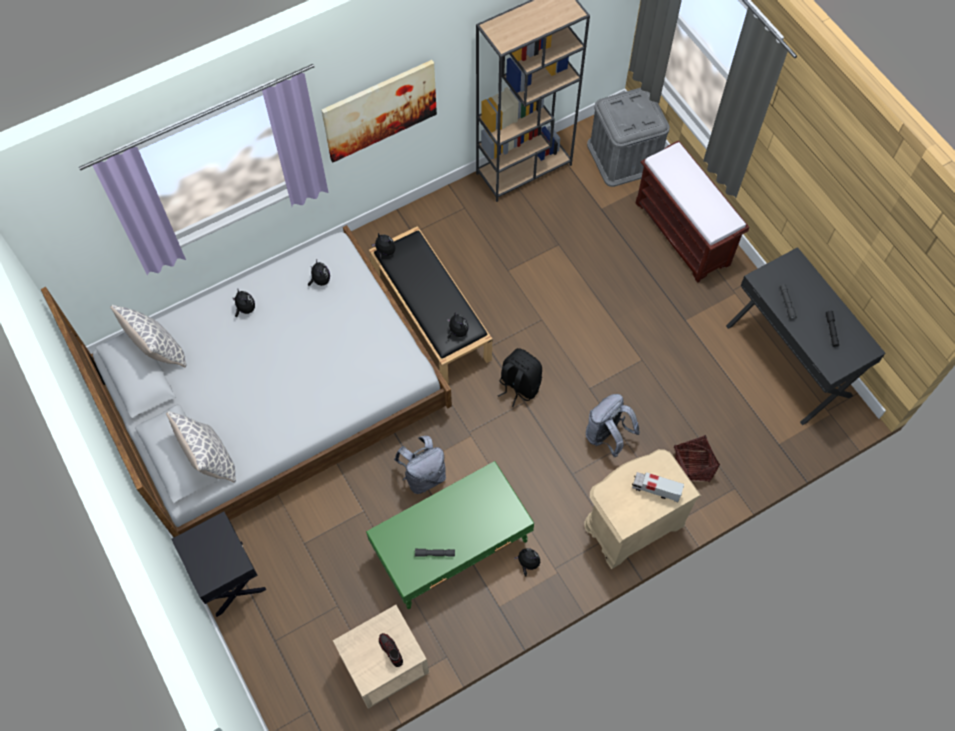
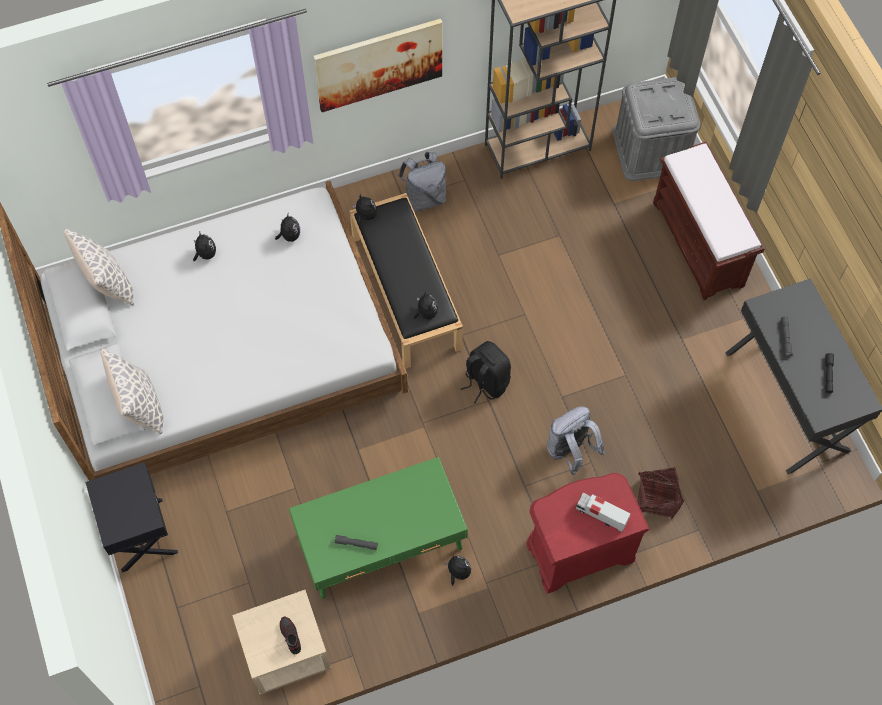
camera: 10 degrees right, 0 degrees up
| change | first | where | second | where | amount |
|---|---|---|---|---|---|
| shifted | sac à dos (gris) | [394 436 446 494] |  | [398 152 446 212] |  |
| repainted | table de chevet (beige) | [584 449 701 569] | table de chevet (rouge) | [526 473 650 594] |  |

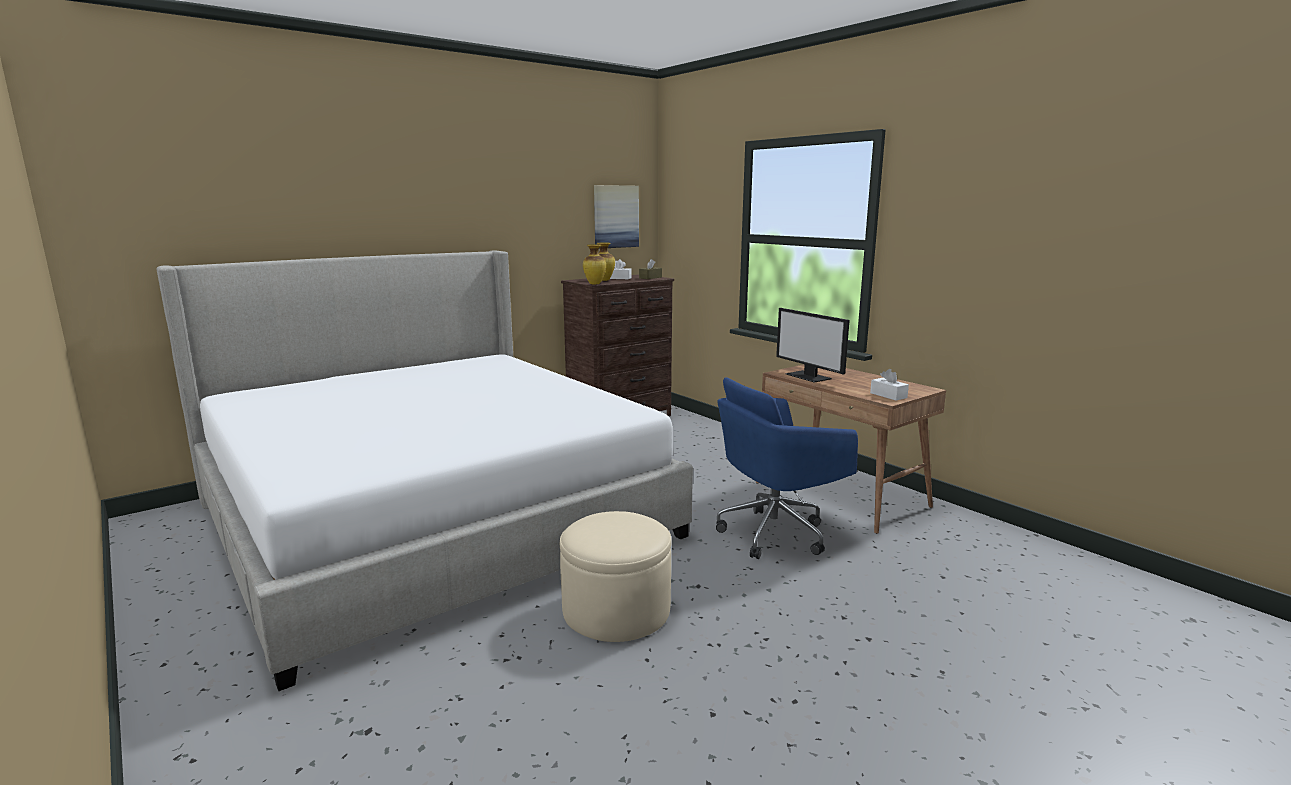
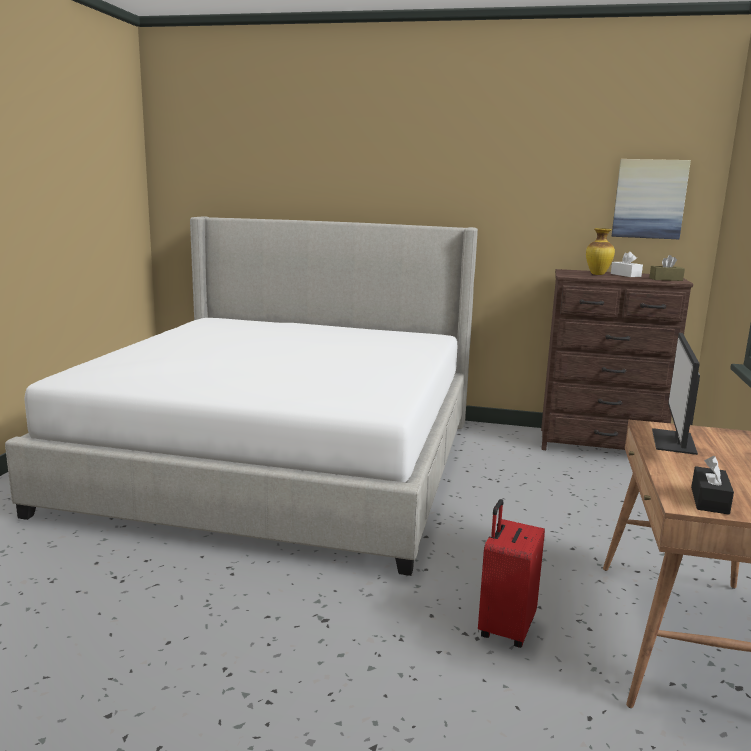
camera: 50 degrees right, 0 degrees up
| change | first | where | second | where | amount |
|---|---|---|---|---|---|
| gone | vase | [583 244 606 284] |  |  |  |
| repainted | boîte à mouchoirs (blanc) | [870 369 909 401] | boîte à mouchoirs (noir) | [691 456 734 515] |  |
| swapped | chaise de bureau (bleu) | [716 377 858 559] | valise (rouge) | [478 499 545 648] |  |
| gone | pouf (beige) | [560 511 672 642] |  |  |  |

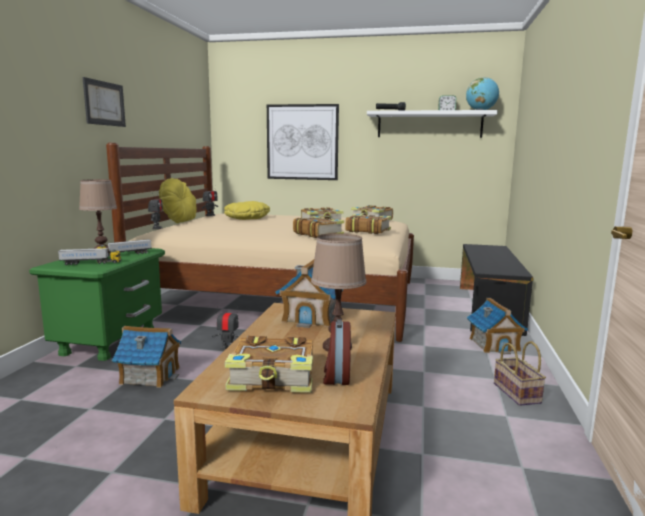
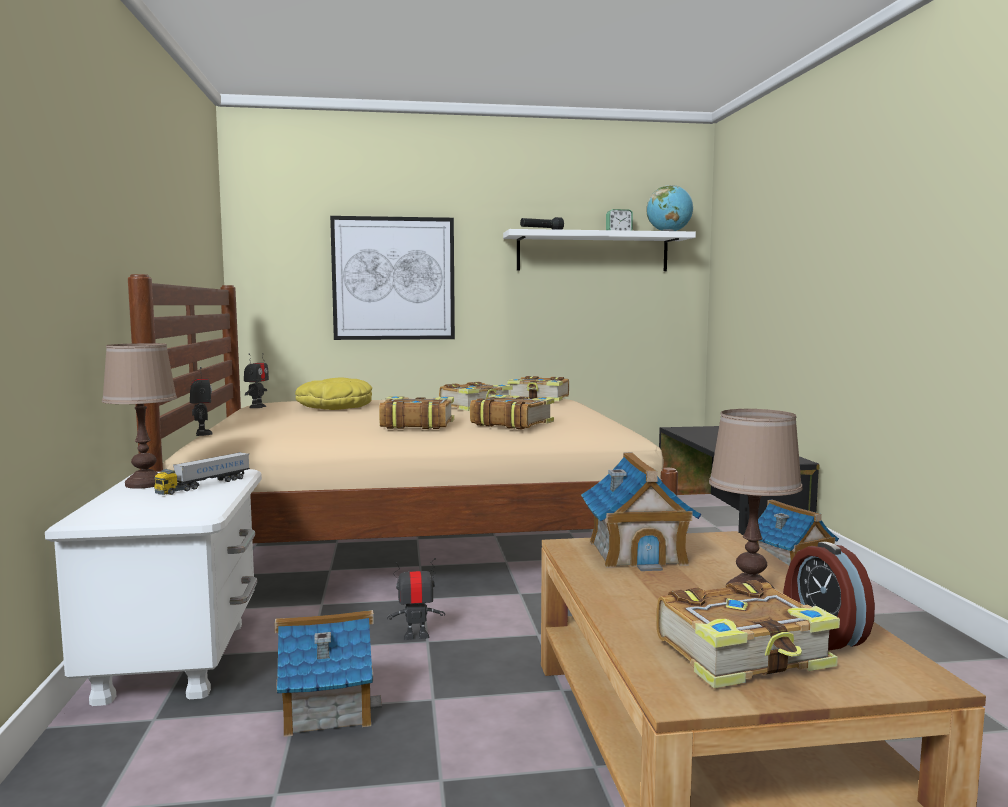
camera: 20 degrees left, 5 degrees down
| change | first | where | second | where | amount |
|---|---|---|---|---|---|
| gone | tableau | [83 77 126 127] |  |  |  |
| gone | coussin (jaune) | [159 178 197 223] |  |  |  |
| shifted | livre | [345 214 391 234] |  | [379 396 454 429] |  |
| repainted | table de chevet (vert) | [29 248 165 361] | table de chevet (blanc) | [45 469 262 706] |  |
| gone | camion jouet | [58 248 121 265] |  |  |  |
| gone | panier | [494 341 546 406] |  |  |  |

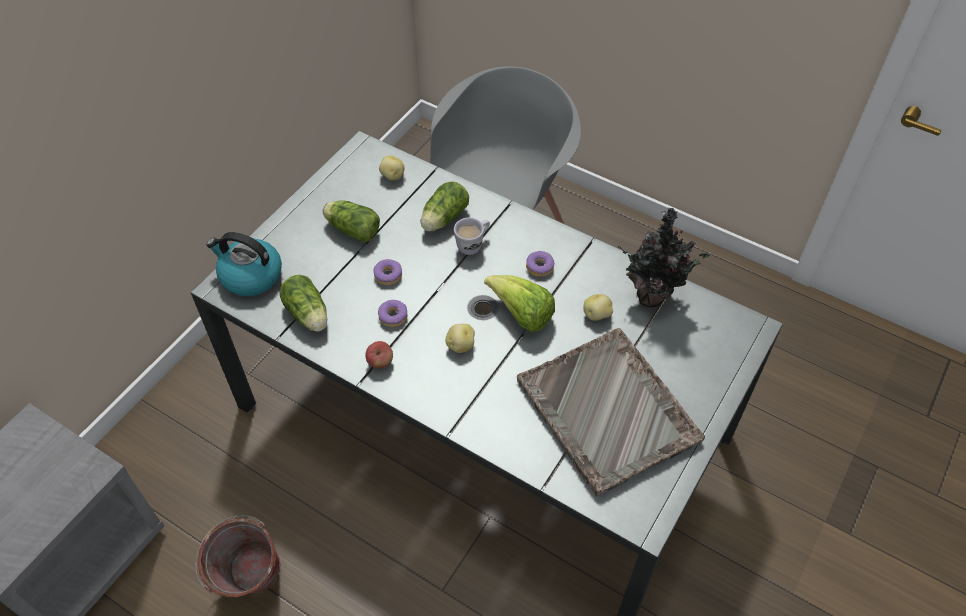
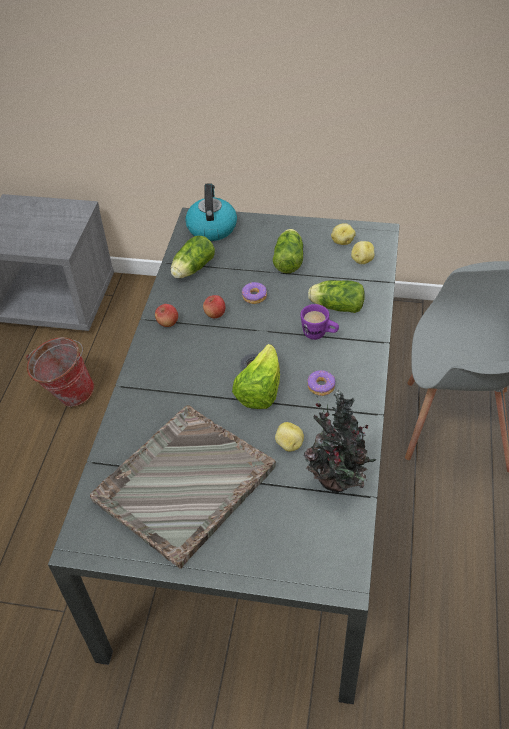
camera: 70 degrees right, 5 degrees down
| change | first | where | second | where | amount |
|---|---|---|---|---|---|
| repainted | mug (blanc) | [454 218 490 255] | mug (violet) | [300 304 339 340] |  |
| swapped | beignet | [378 300 408 327] | pomme | [203 295 226 318] |  |
| shifted | pomme de terre | [445 324 475 353] |  | [331 223 356 245] |  |

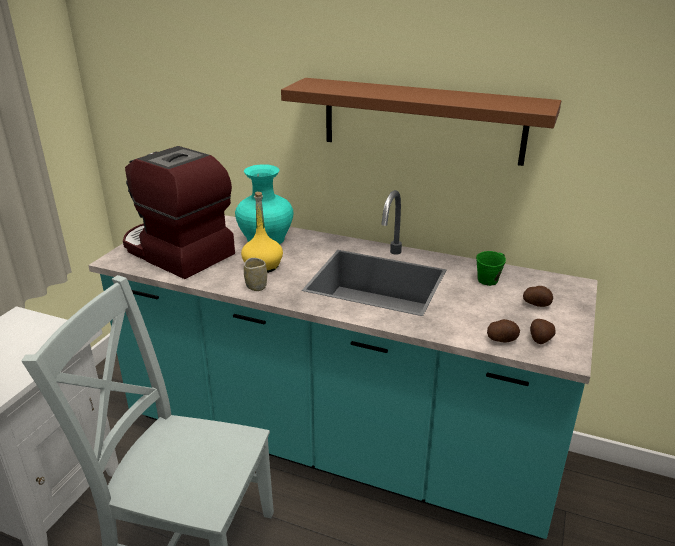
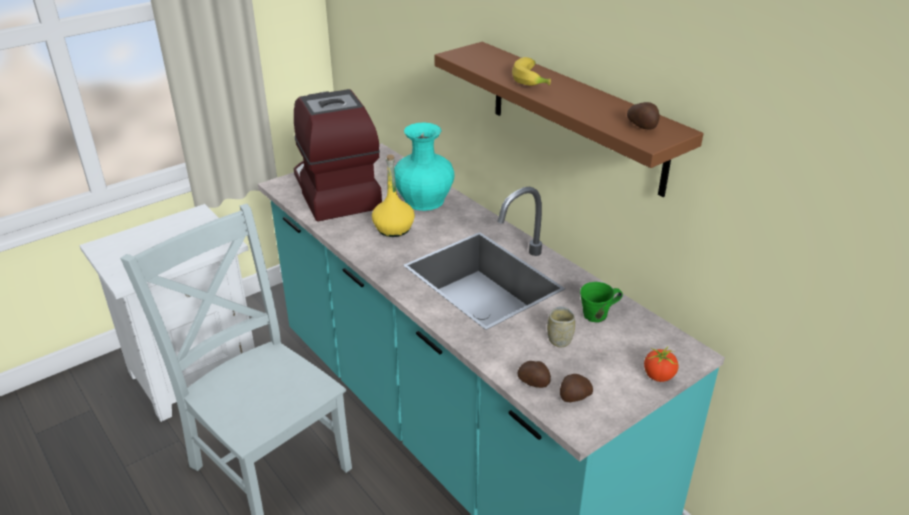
camera: 30 degrees right, 5 degrees up
| change | first | where | second | where | amount |
|---|---|---|---|---|---|
| shifted | tasse | [244 258 267 291] |  | [547 306 575 347] |  |
| shifted | pomme de terre | [523 286 553 307] |  | [627 102 660 130] |  |
| new |  |  | banane | [512 57 551 86] |  |
| new |  |  | tomate | [644 347 678 382] |  |

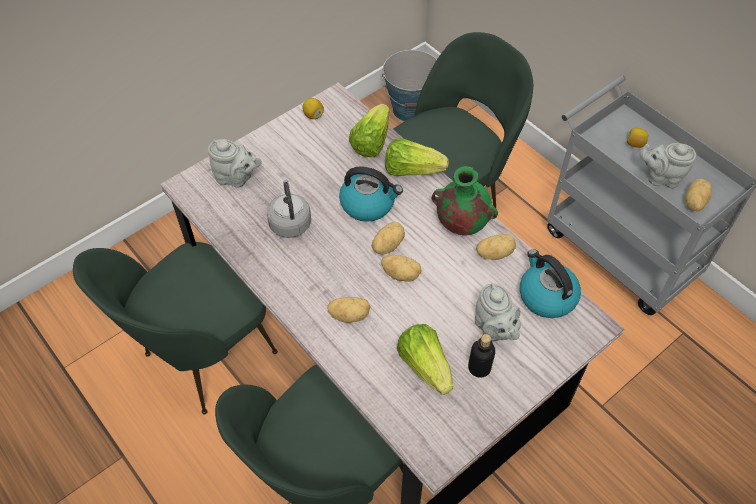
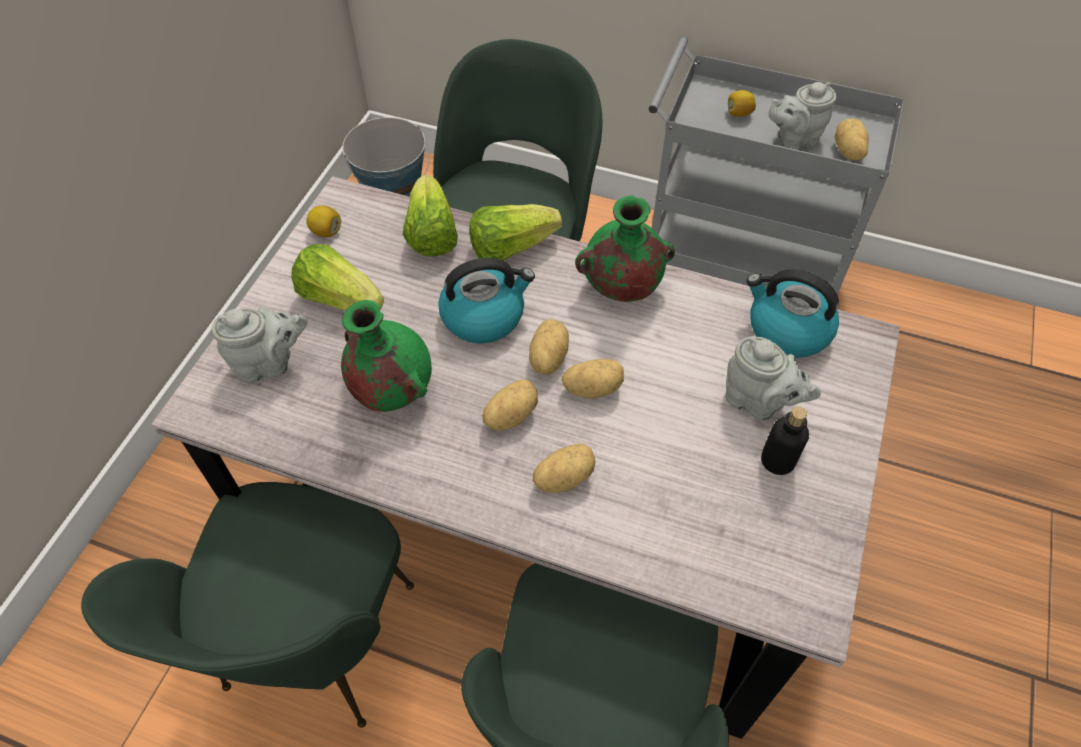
camera: 30 degrees left, 0 degrees up
| change | first | where | second | where | amount |
|---|---|---|---|---|---|
| swapped | bouilloire (gris) | [267 180 311 238] | vase (vert) | [341 300 432 412] |  |
| shifted | pomme de terre | [476 234 516 260] |  | [482 379 538 431] |  |
| shifted | laitue | [397 324 453 395] |  | [291 244 384 311] |  |

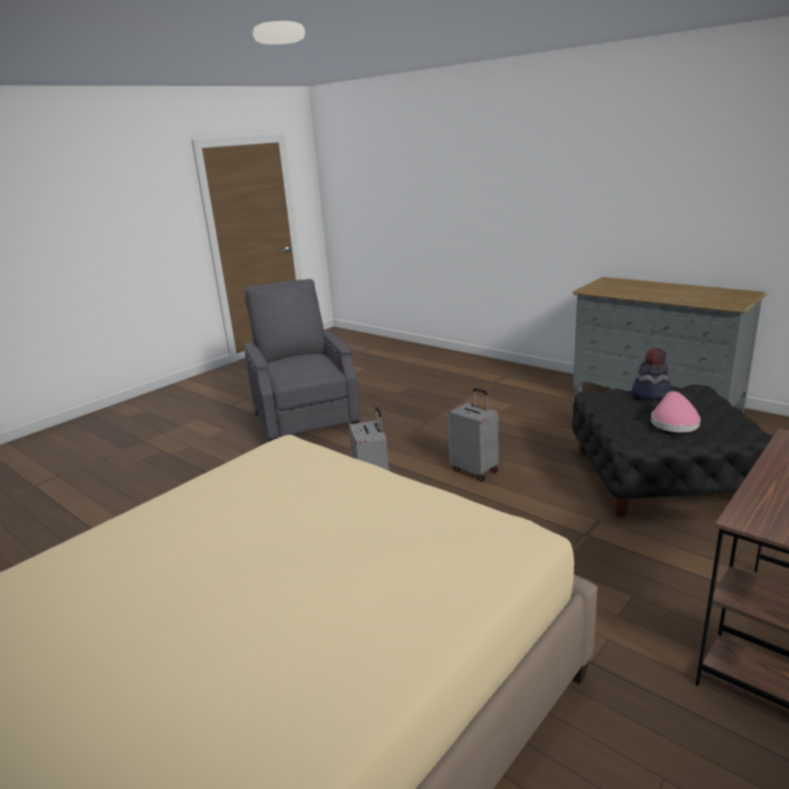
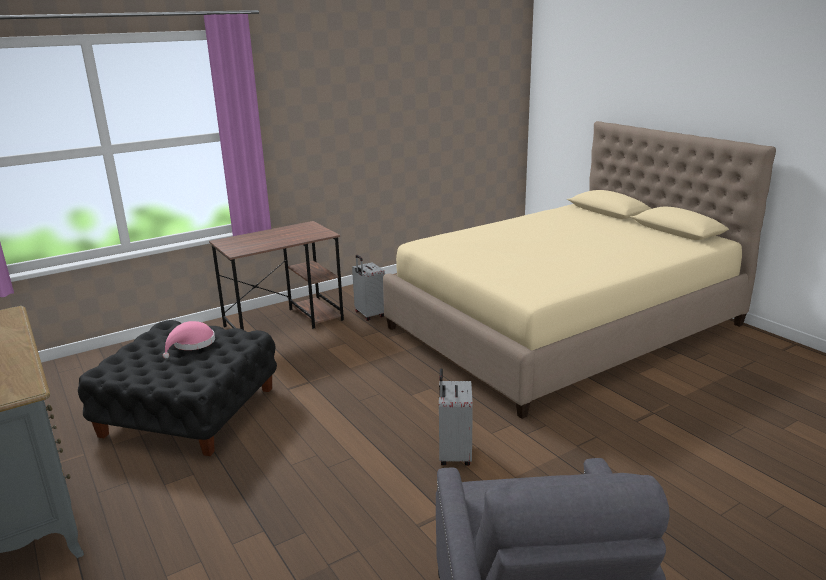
camera: 165 degrees left, 0 degrees up
| change | first | where | second | where | amount |
|---|---|---|---|---|---|
| gone | chapeau | [632 348 671 400] |  |  |  |
| shifted | valise (gris) | [448 388 498 481] |  | [352 255 385 321] |  |

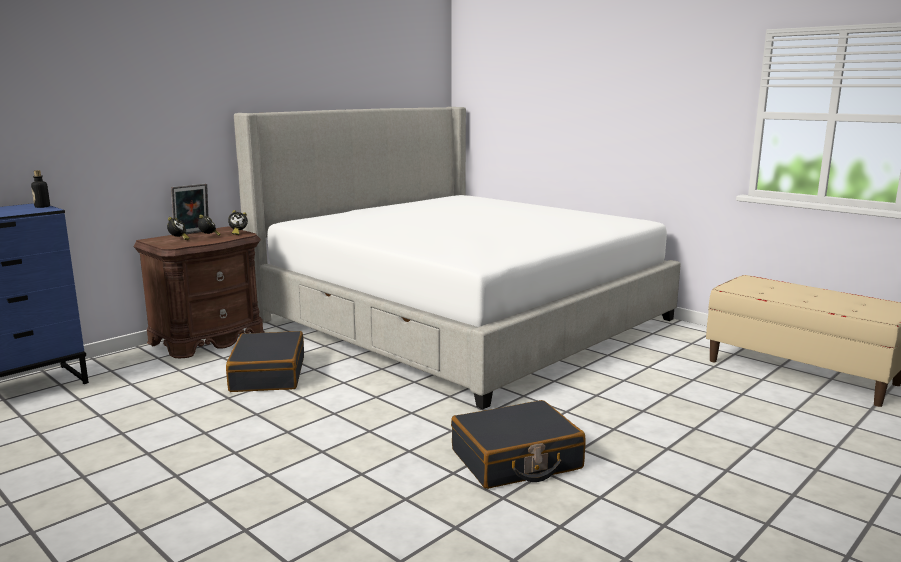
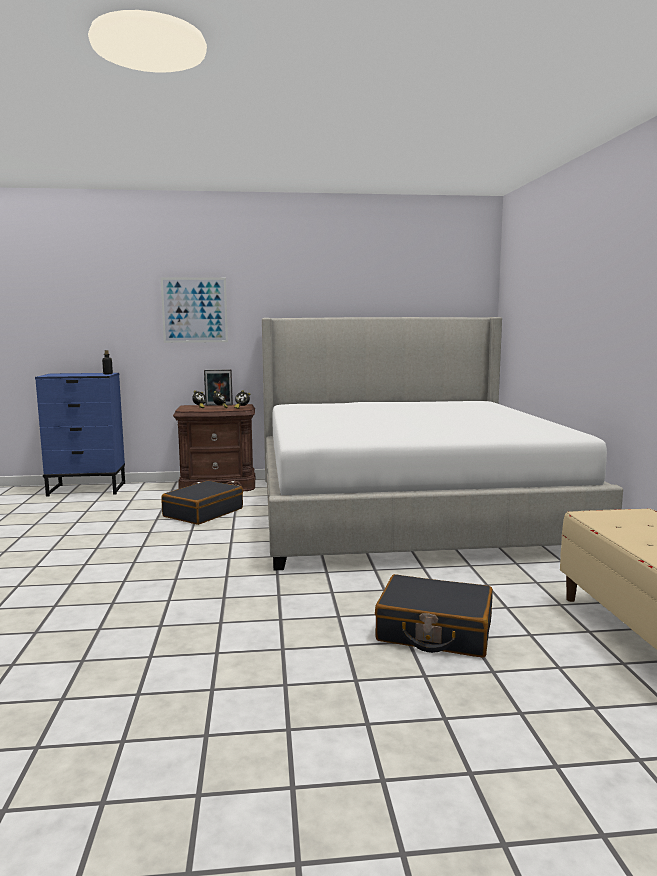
camera: 40 degrees right, 5 degrees down
| change | first | where | second | where | amount |
|---|---|---|---|---|---|
| shifted | valise (noir) | [451 400 585 489] |  | [375 574 493 658] |  |
| new |  |  | tableau | [161 277 228 343] |  |

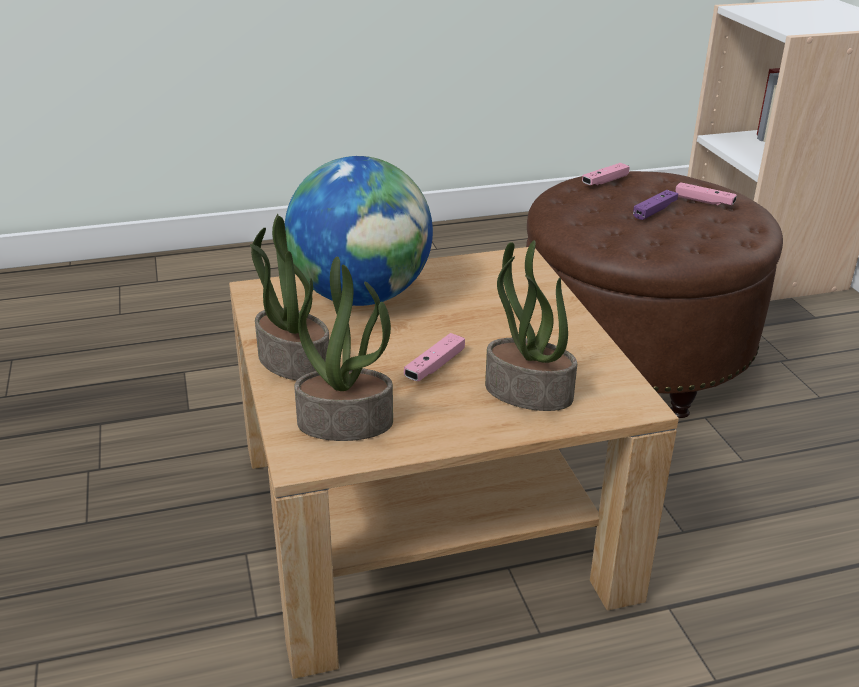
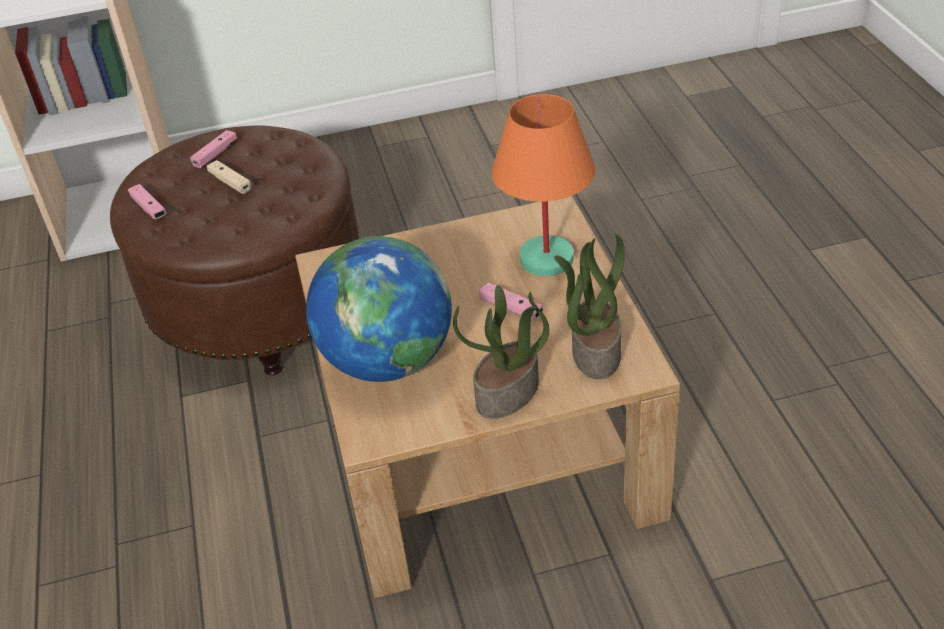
camera: 85 degrees left, 10 degrees up
| change | first | where | second | where | amount |
|---|---|---|---|---|---|
| repainted | manette (violet) | [633 190 678 220] | manette (beige) | [207 160 251 194] |  |
| swapped | plante en pot | [485 240 577 411] | lampe de table (orange) | [492 94 596 276] |  |

